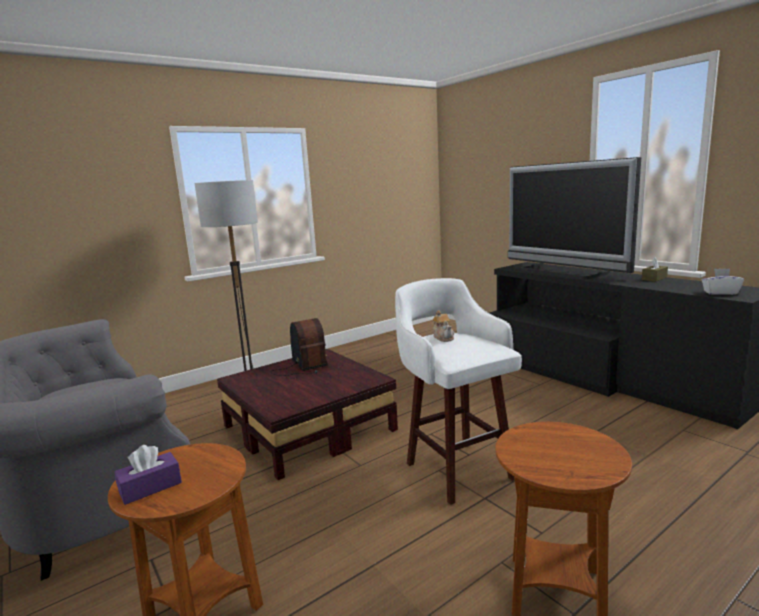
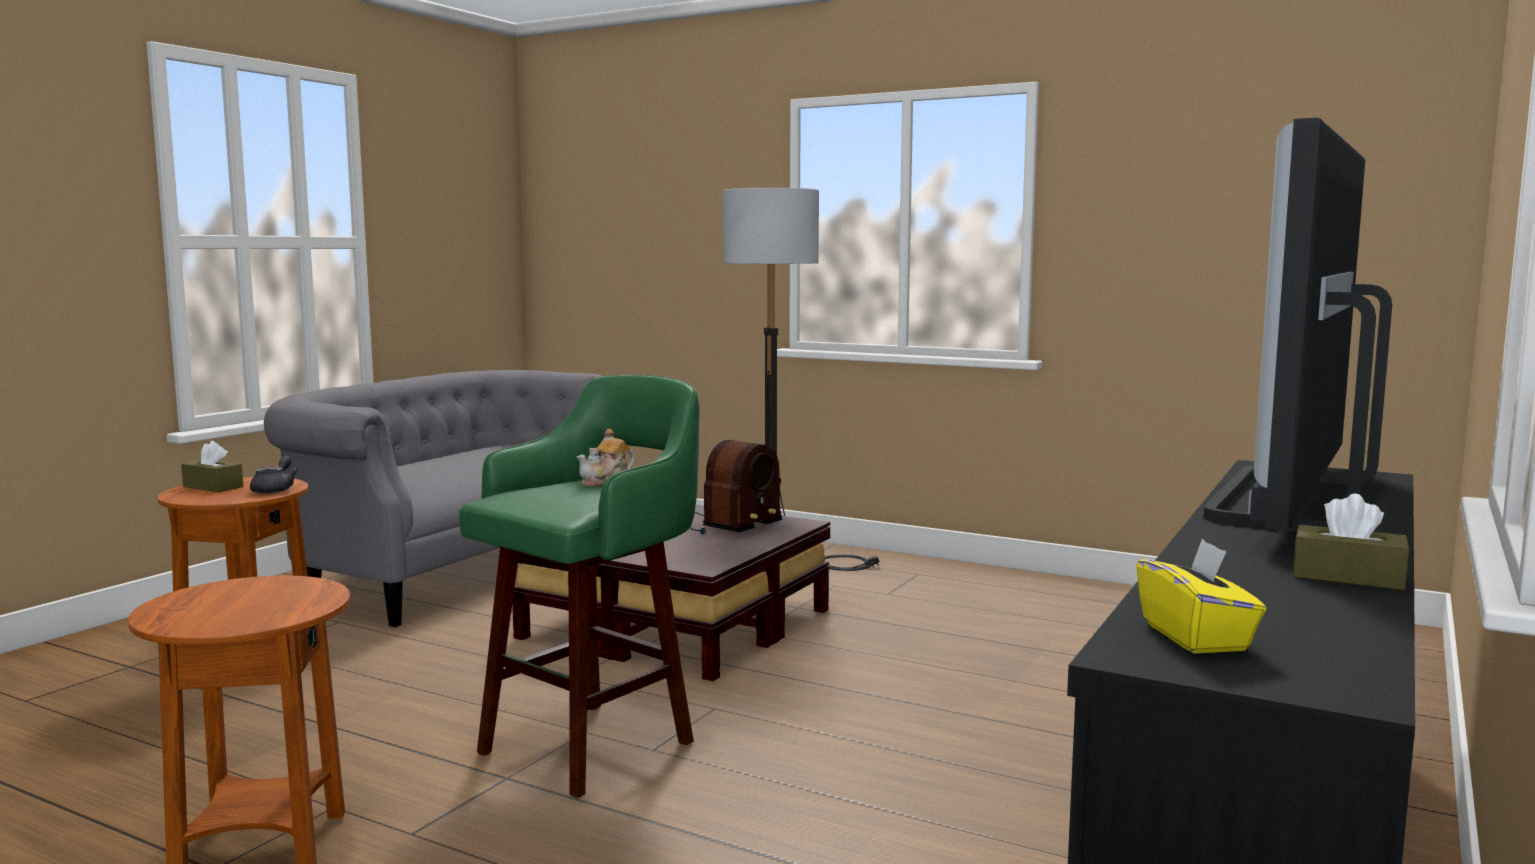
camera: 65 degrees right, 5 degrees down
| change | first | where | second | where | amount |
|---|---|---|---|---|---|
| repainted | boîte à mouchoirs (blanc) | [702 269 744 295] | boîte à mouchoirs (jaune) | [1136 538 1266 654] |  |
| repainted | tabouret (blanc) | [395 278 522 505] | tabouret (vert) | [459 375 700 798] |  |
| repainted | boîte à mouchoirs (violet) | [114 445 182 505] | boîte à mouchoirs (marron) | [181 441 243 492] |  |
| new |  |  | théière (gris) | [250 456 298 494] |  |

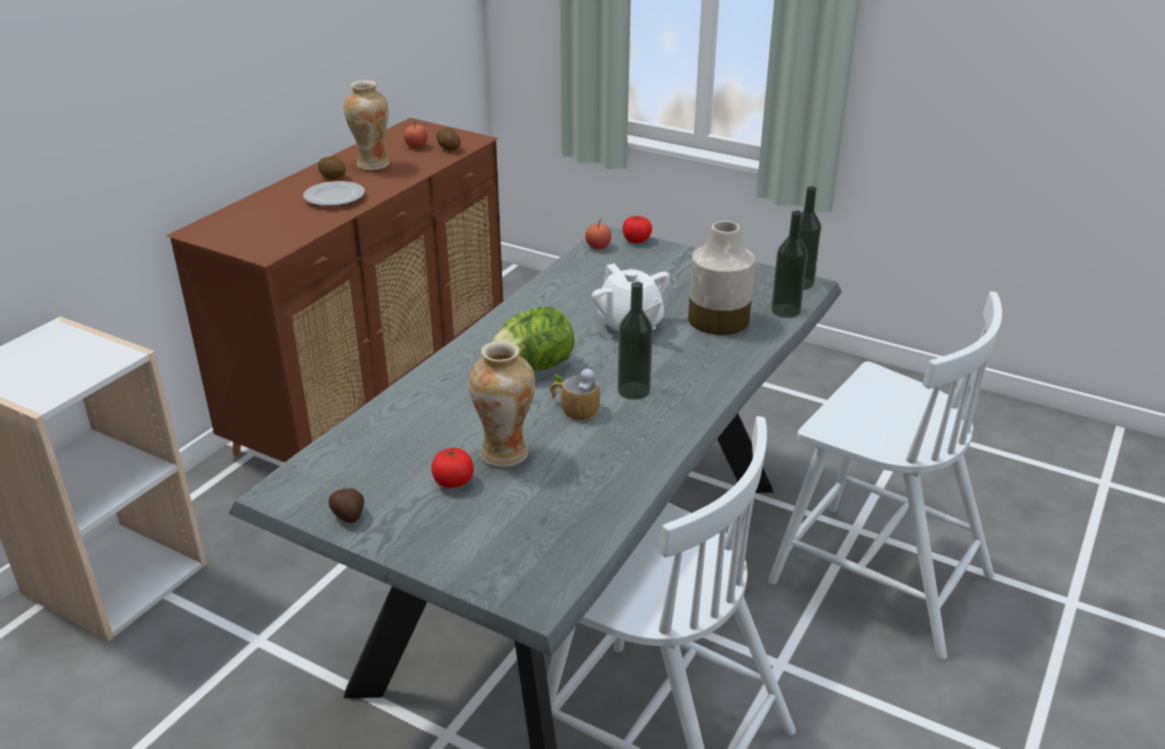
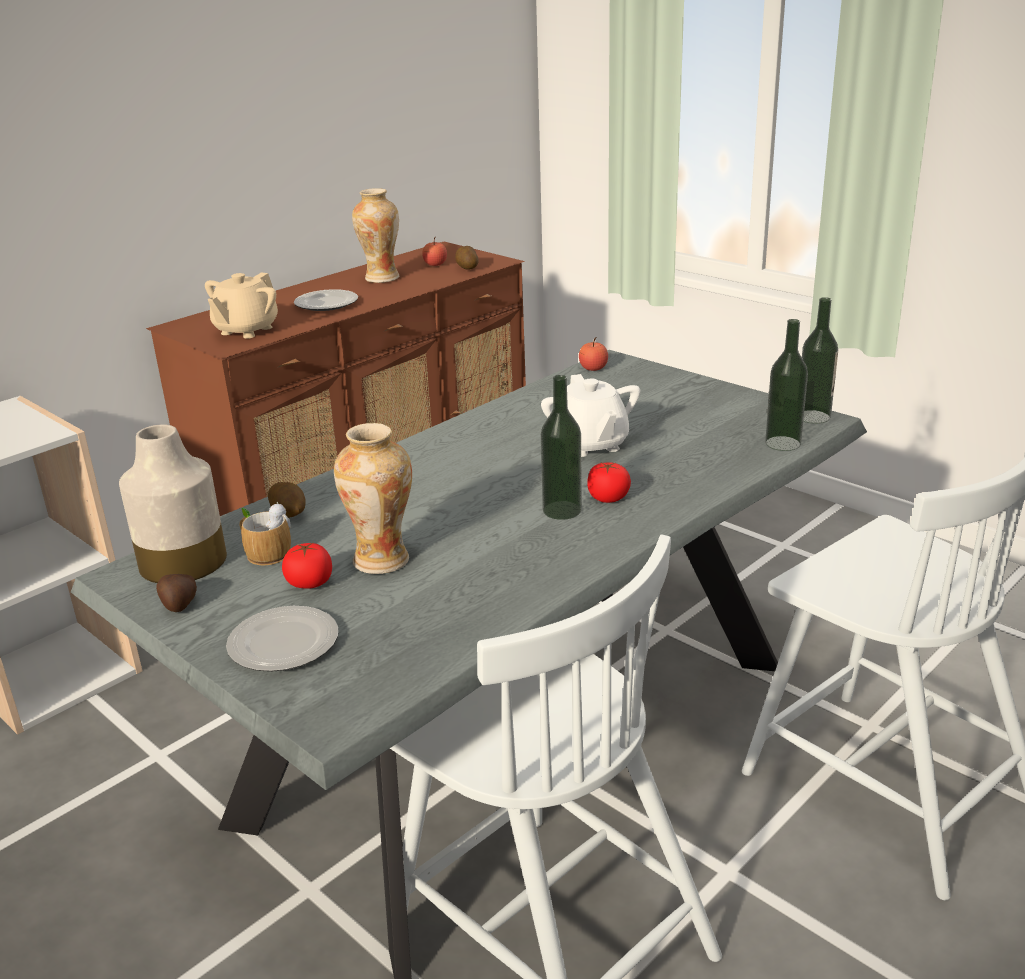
camera: 15 degrees right, 5 degrees down
| change | first | where | second | where | amount |
|---|---|---|---|---|---|
| shifted | pomme de terre | [318 156 346 179] |  | [268 482 306 518] |  |
| shifted | tomate | [623 216 652 243] |  | [587 462 631 503] |  |
| shifted | vase (beige) | [688 221 755 335] |  | [119 424 227 583] |  |
| gone | laitue | [492 307 575 371] |  |  |  |
| shifted | mug | [550 368 600 420] |  | [239 502 291 565] |  |
| new |  |  | théière (beige) | [205 272 278 339] |  |
| new |  |  | assiette | [226 606 338 672] |  |

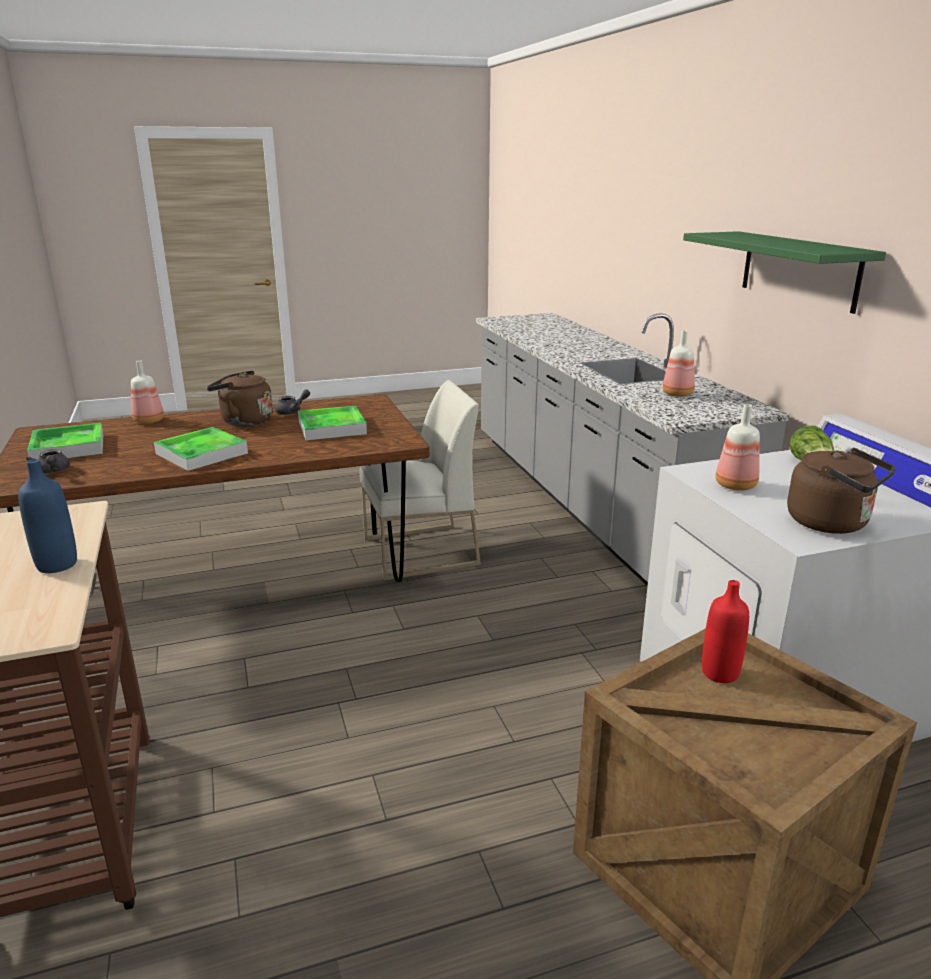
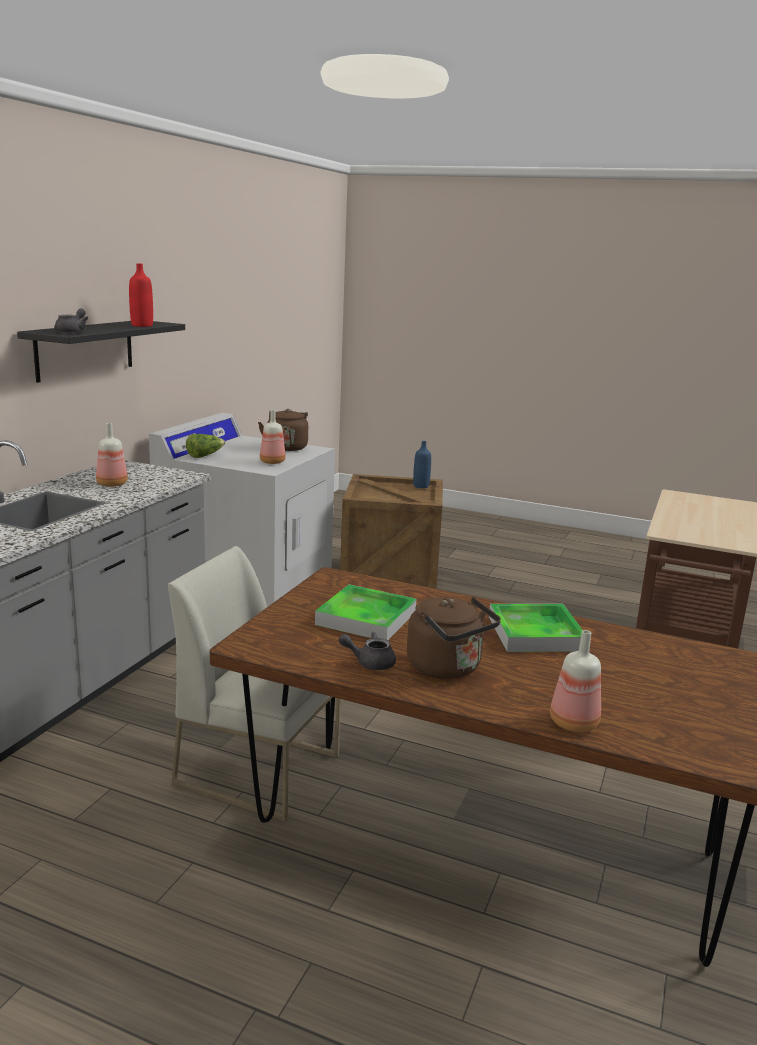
camera: 140 degrees left, 5 degrees down
| change | first | where | second | where | amount |
|---|---|---|---|---|---|
| repainted | étagère (vert) | [683 231 886 314] | étagère (noir) | [17 321 185 383] |  |
| gone | plateau | [27 423 103 459] |  |  |  |
| shifted | théière (gris) | [26 449 70 473] |  | [54 309 89 333] |  |
| shifted | bouteille (bleu) | [18 459 77 573] |  | [413 441 431 488] |  |
| shifted | bouteille (rouge) | [702 580 749 683] |  | [129 263 153 327] |  |

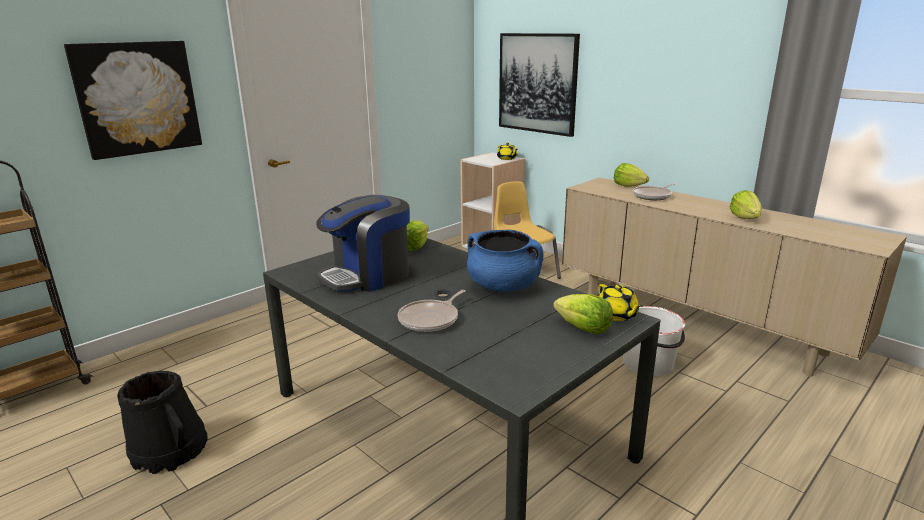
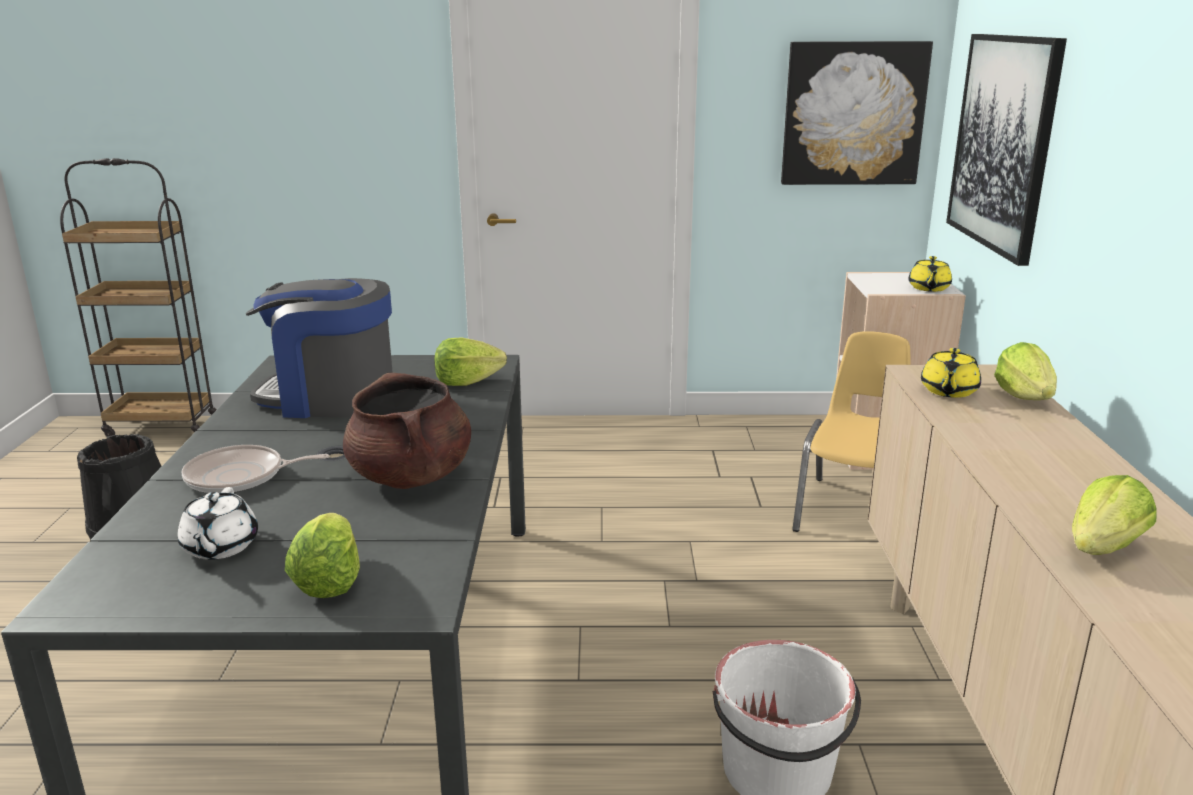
camera: 45 degrees right, 0 degrees up
| change | first | where | second | where | amount |
|---|---|---|---|---|---|
| shifted | tableau | [64 41 202 160] |  | [781 41 933 185] |  |
| gone | poêle | [633 183 675 200] |  |  |  |
| repainted | marmite (bleu) | [467 230 543 292] | marmite (marron) | [343 373 471 489] |  |
| shifted | théière (jaune) | [598 284 642 321] |  | [921 348 981 398] |  |
| new |  |  | théière (blanc) | [177 487 258 560] |  |

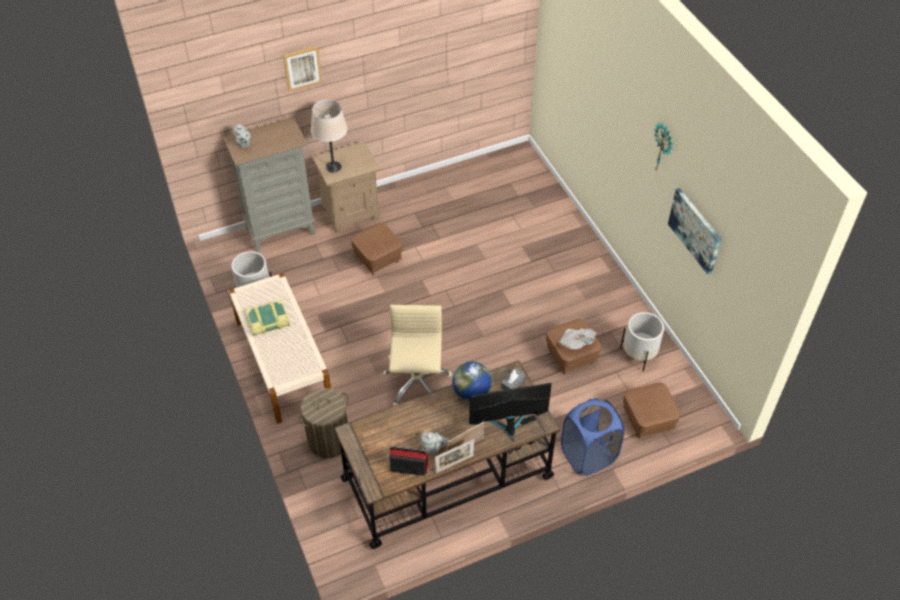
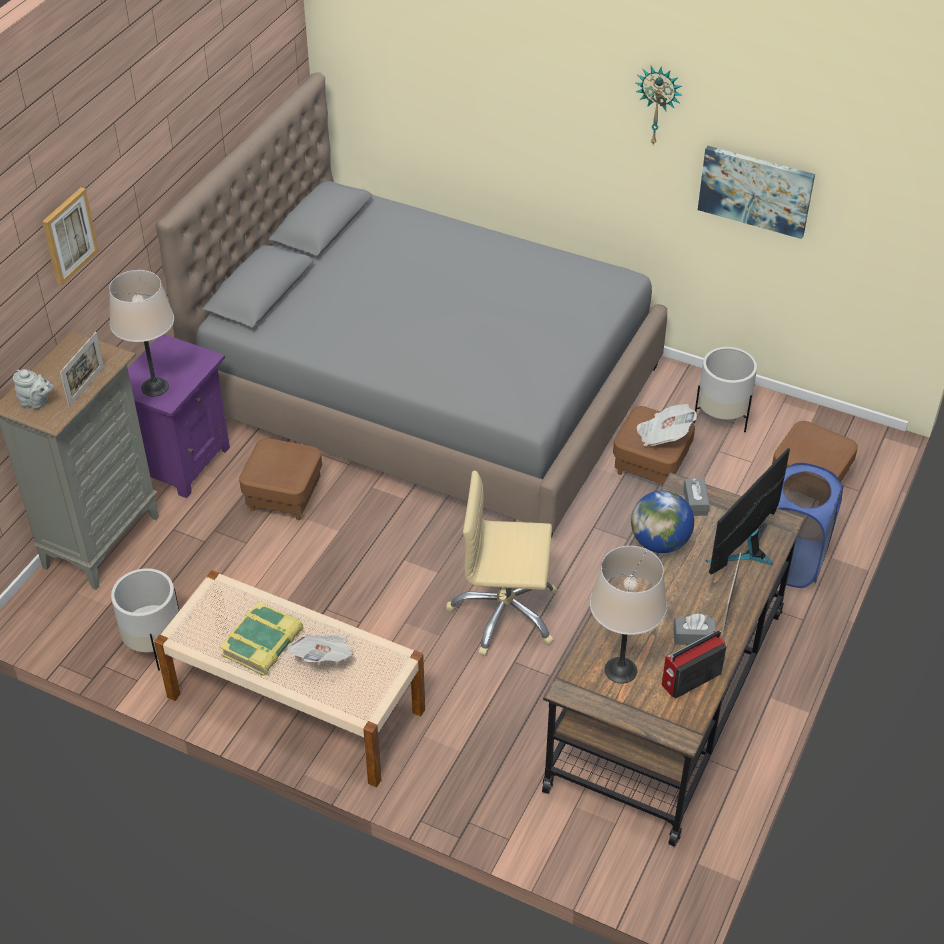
camera: 40 degrees left, 5 degrees down
| change | first | where | second | where | amount |
|---|---|---|---|---|---|
| repainted | table de chevet (beige) | [312 141 380 233] | table de chevet (violet) | [128 334 230 498] |  |
| rotated | chaise de bureau (beige) | [383 305 452 406] |  | [446 470 557 656] | 45 degrees counterclockwise |
| gone | panier à linge | [298 388 349 458] |  |  |  |
| swapped | théière (gris) | [420 432 449 454] | boîte à mouchoirs (gris) | [673 614 716 645] |  |
| shifted | cadre photo | [435 439 474 473] |  | [60 332 104 407] |  |
| new |  |  | lit (gris) | [156 73 667 539] |  |
| new |  |  | lampe de table (beige) | [590 546 667 683] |  |
| new |  |  | journal | [288 634 353 662] |  |

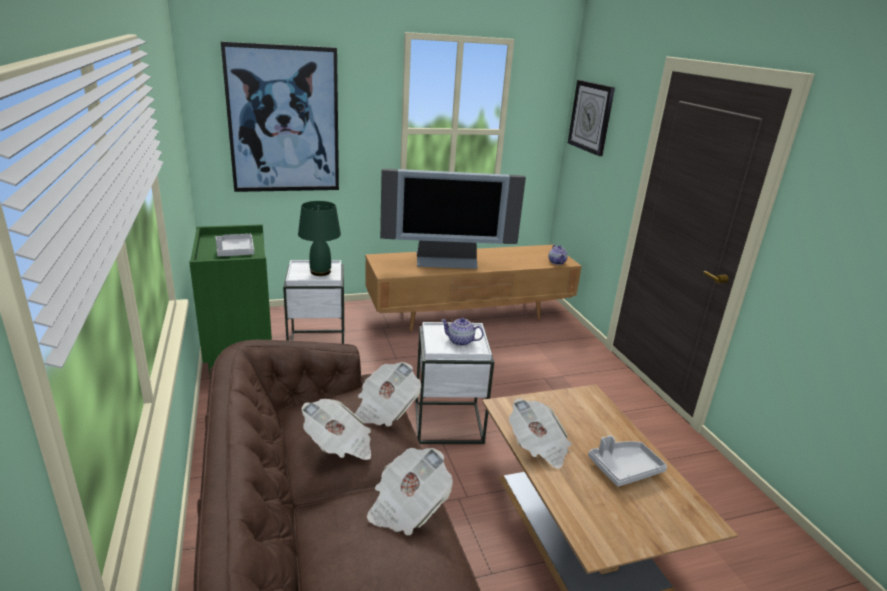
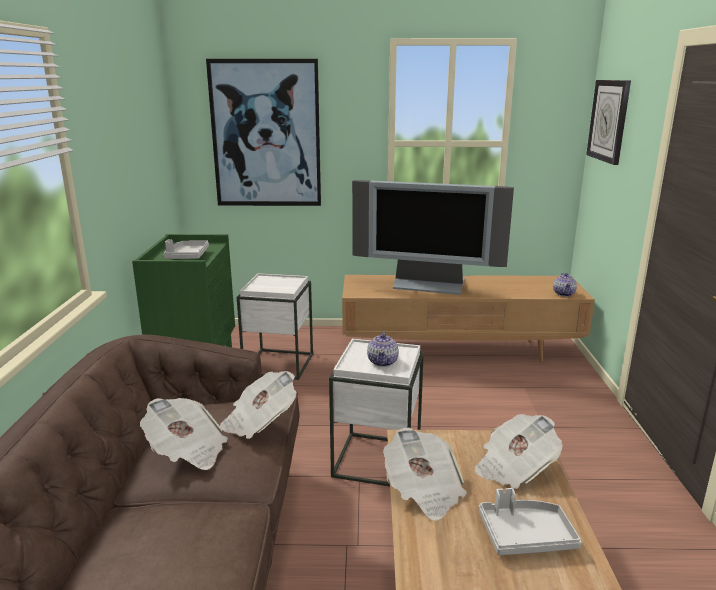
camera: 20 degrees right, 5 degrees down
| change | first | where | second | where | amount |
|---|---|---|---|---|---|
| gone | lampe de table (vert) | [298 201 341 276] |  |  |  |
| rotated | théière | [441 318 484 346] |  | [367 332 399 367] | 120 degrees counterclockwise |
| shifted | journal | [367 448 453 536] |  | [475 414 562 489] |  |

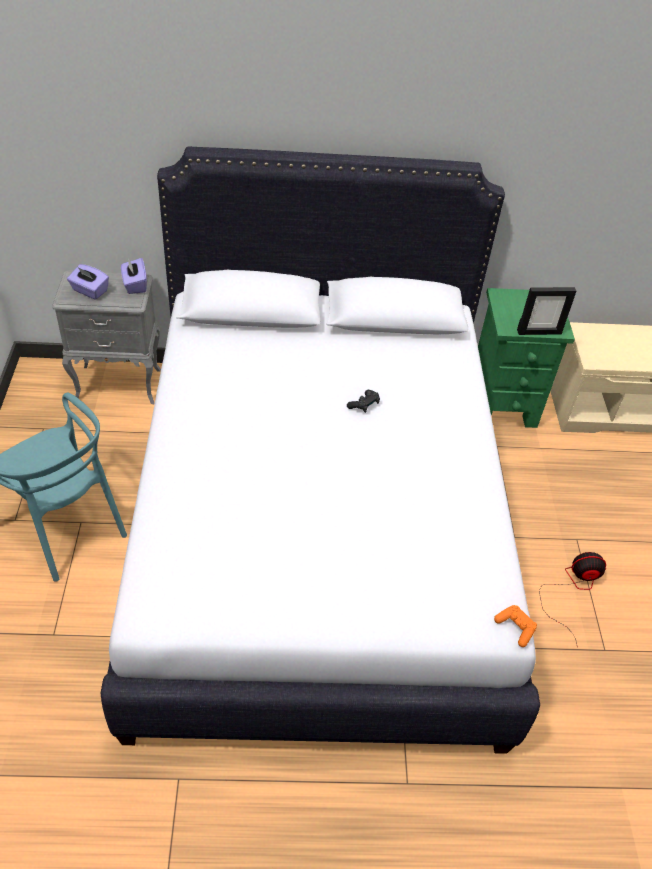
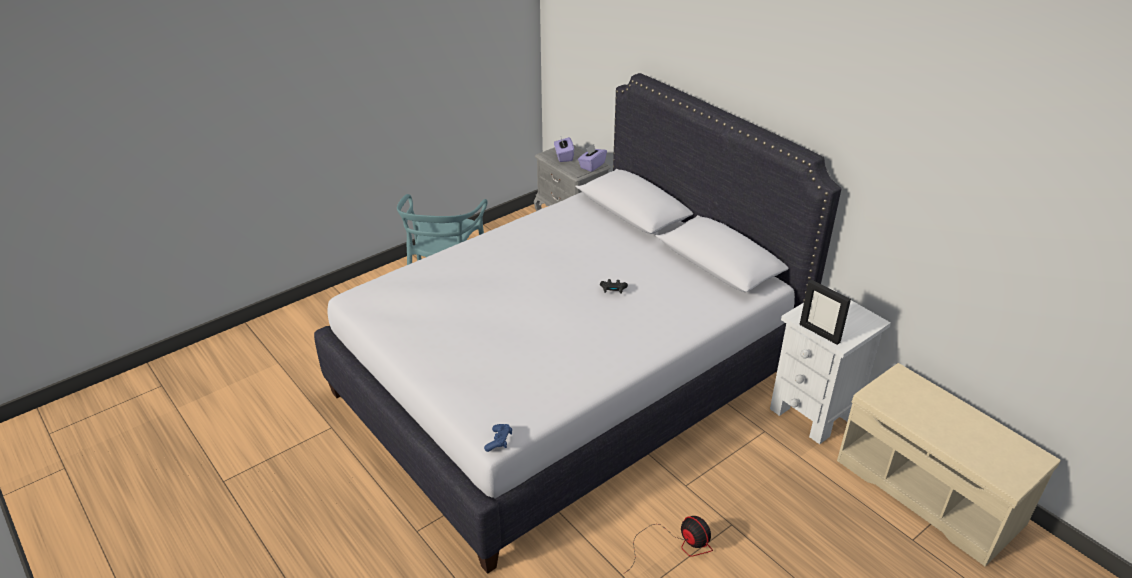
camera: 55 degrees right, 10 degrees down
| change | first | where | second | where | amount |
|---|---|---|---|---|---|
| repainted | table de chevet (vert) | [478 288 575 428] | table de chevet (blanc) | [770 288 891 444] |  |
| repainted | manette (orange) | [494 605 537 647] | manette (bleu) | [484 424 512 452] |  |

